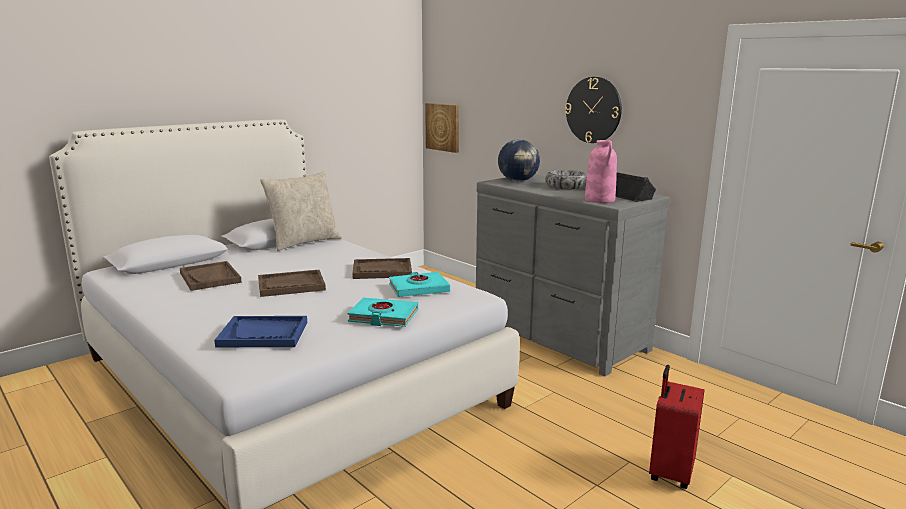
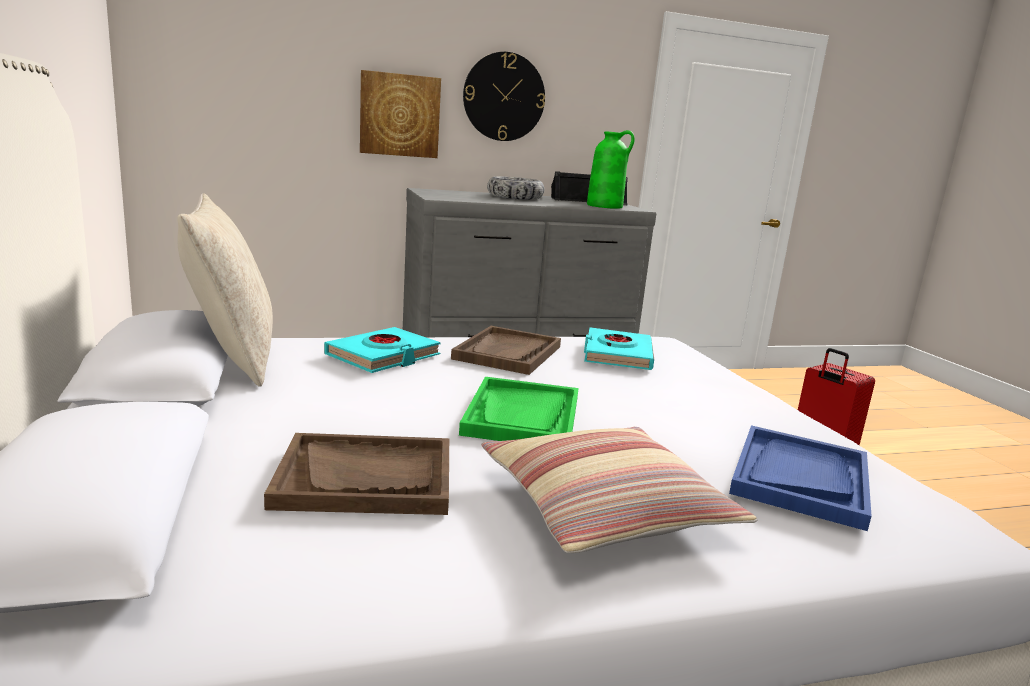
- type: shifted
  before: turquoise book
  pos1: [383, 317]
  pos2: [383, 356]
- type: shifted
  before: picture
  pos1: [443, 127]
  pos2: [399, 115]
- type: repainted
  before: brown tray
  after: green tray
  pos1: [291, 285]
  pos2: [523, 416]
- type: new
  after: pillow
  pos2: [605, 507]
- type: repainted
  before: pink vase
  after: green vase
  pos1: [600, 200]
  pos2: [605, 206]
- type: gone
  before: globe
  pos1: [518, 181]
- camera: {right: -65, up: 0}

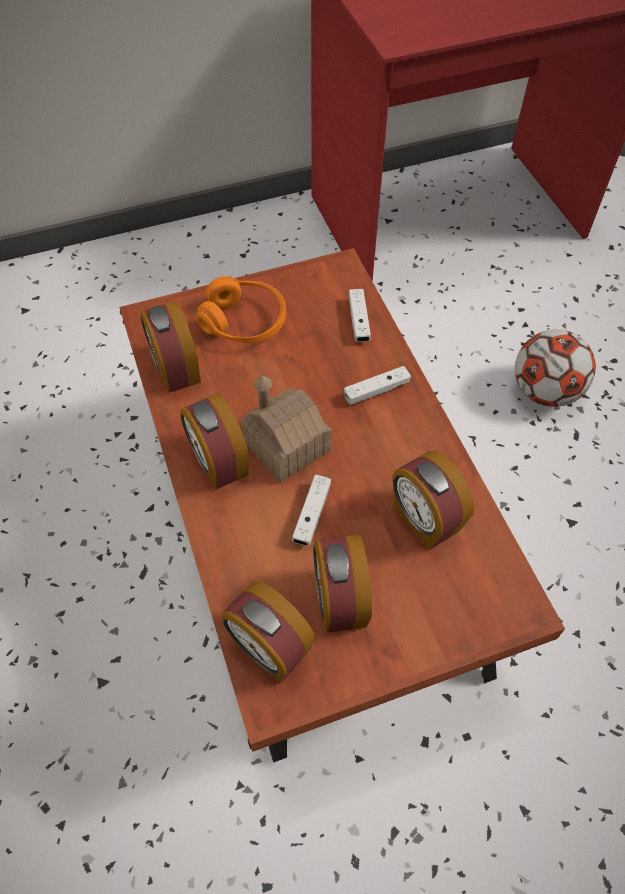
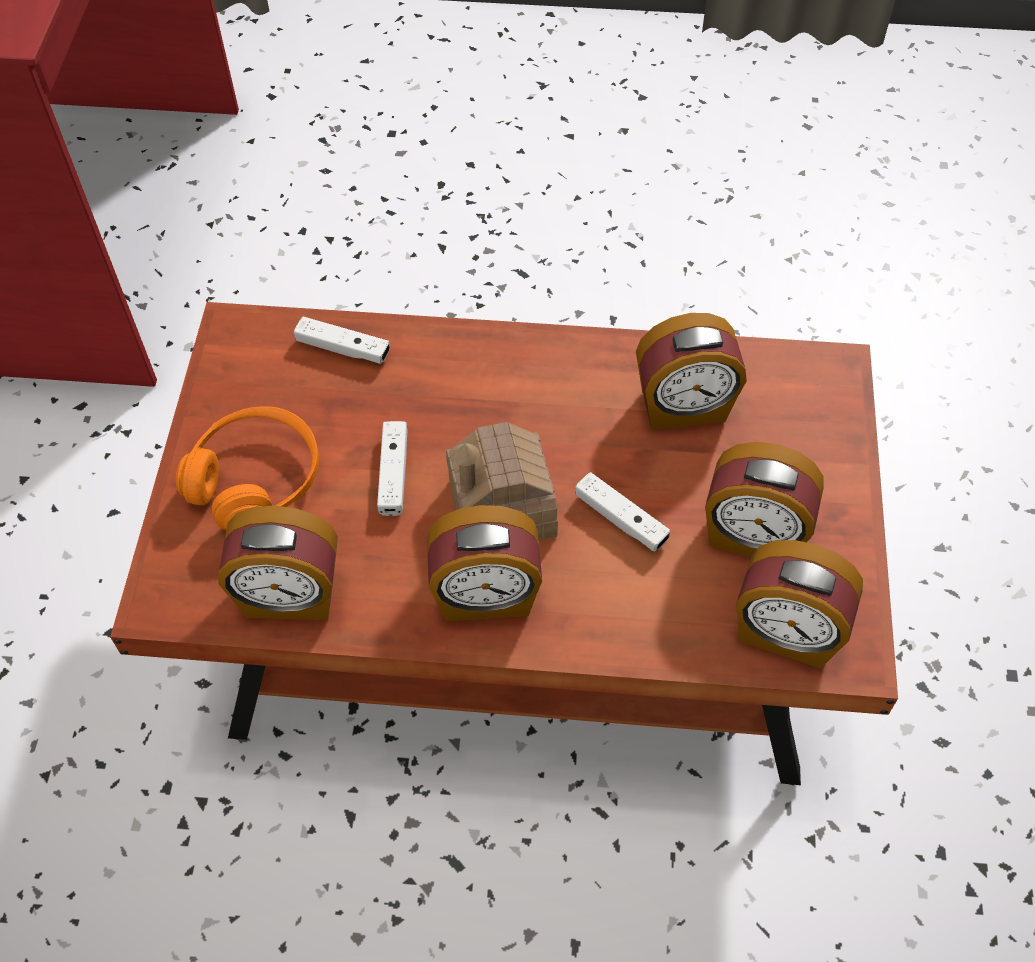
- type: shifted
  before: white game controller
  pos1: [376, 390]
  pos2: [393, 474]
- type: rotated
  before: alarm clock
  pos1: [269, 648]
  pos2: [785, 633]
  turn: 45
- type: gone
  before: football
  pos1: [545, 391]
- camera: {right: -65, up: 0}

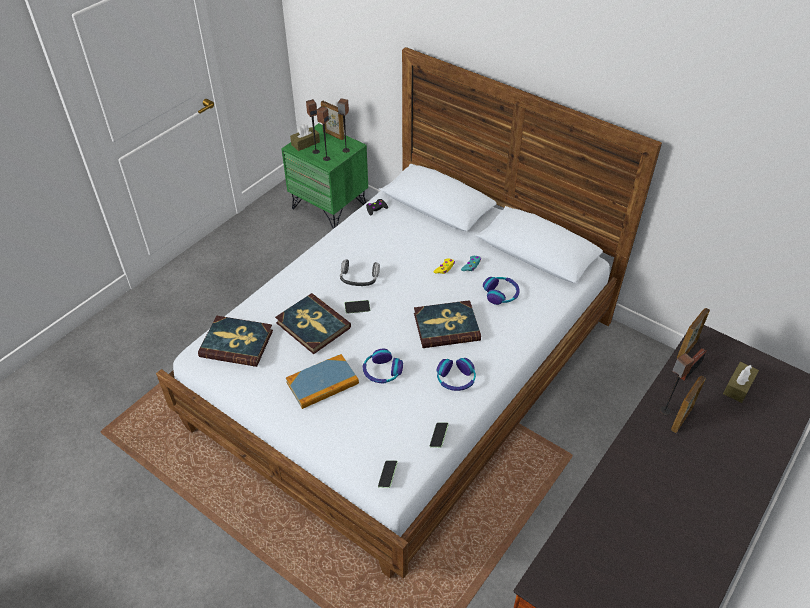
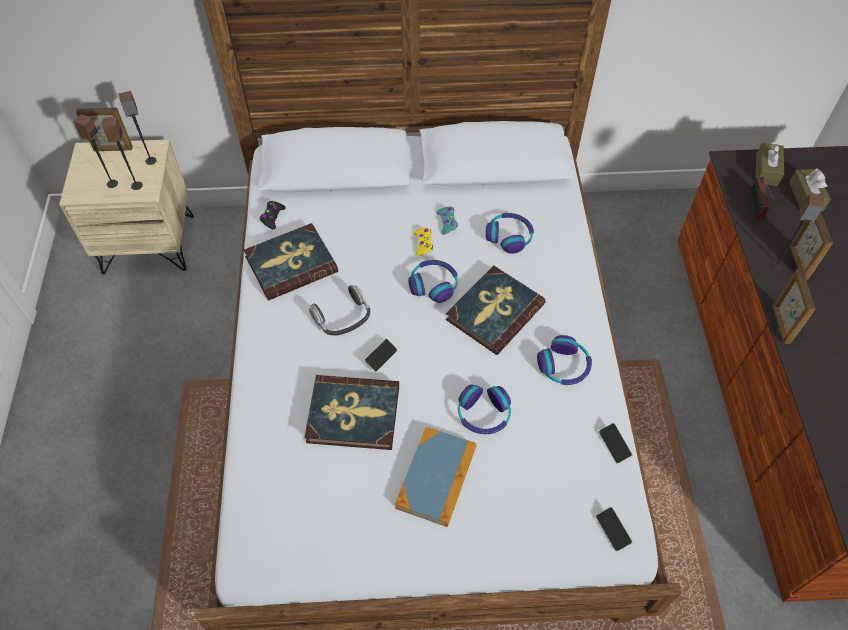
- type: repainted
  before: green nightstand
  after: beige nightstand
  pos1: [330, 207]
  pos2: [149, 243]
- type: shifted
  before: book
  pos1: [237, 343]
  pos2: [291, 264]
- type: new
  after: headphones
  pos2: [433, 284]
- type: shifted
  before: brown tissue box
  pos1: [305, 143]
  pos2: [766, 170]
- type: shifted
  before: picture frame
  pos1: [686, 350]
  pos2: [780, 324]
- camera: {right: -40, up: 10}

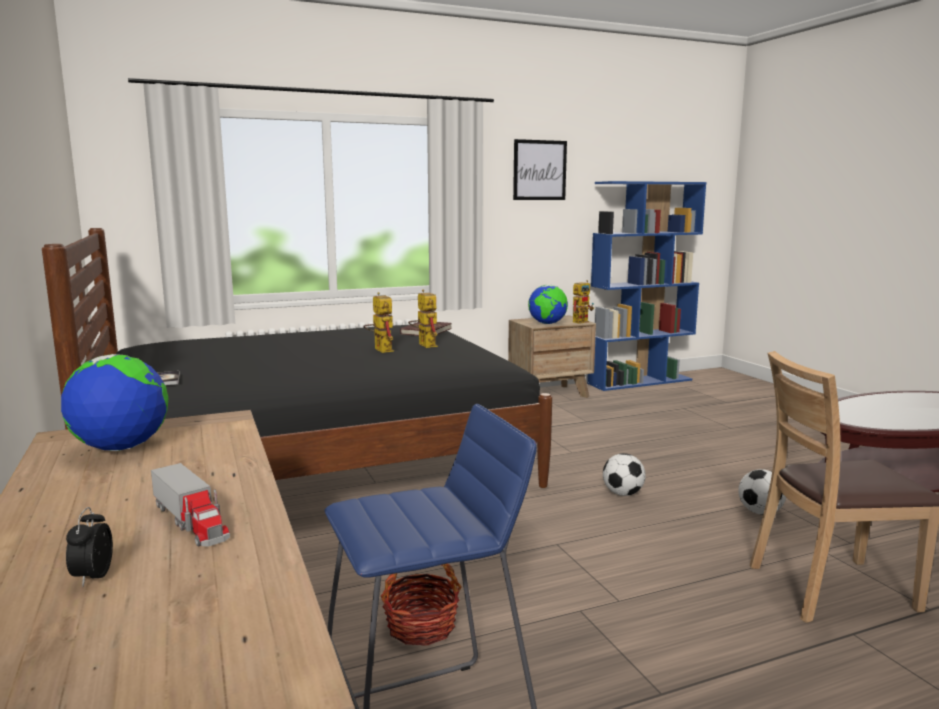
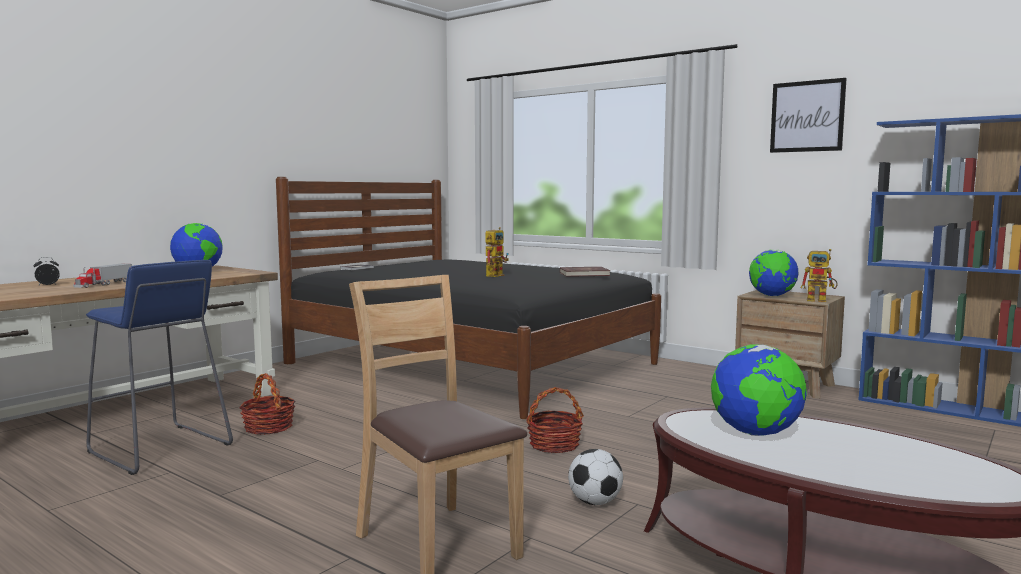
- type: swapped
  before: football
  after: basket
  pos1: [622, 494]
  pos2: [554, 445]
- type: new
  after: globe
  pos2: [755, 433]
- type: gone
  before: toy robot
  pos1: [424, 344]
- camera: {right: 60, up: -5}

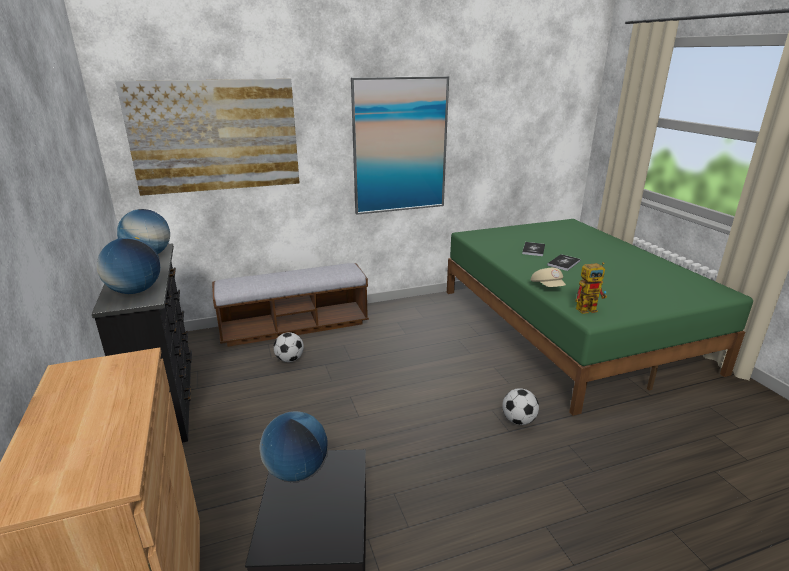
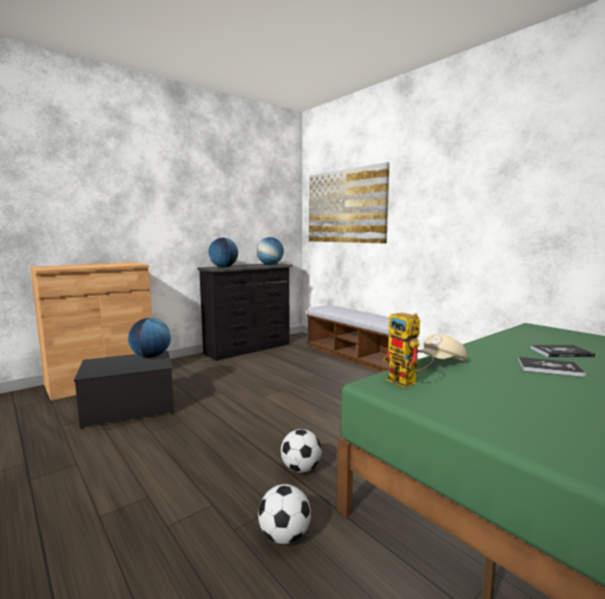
- type: shifted
  before: football
  pos1: [289, 359]
  pos2: [284, 536]
- type: gone
  before: picture
  pos1: [400, 146]
- camera: {right: 70, up: -15}

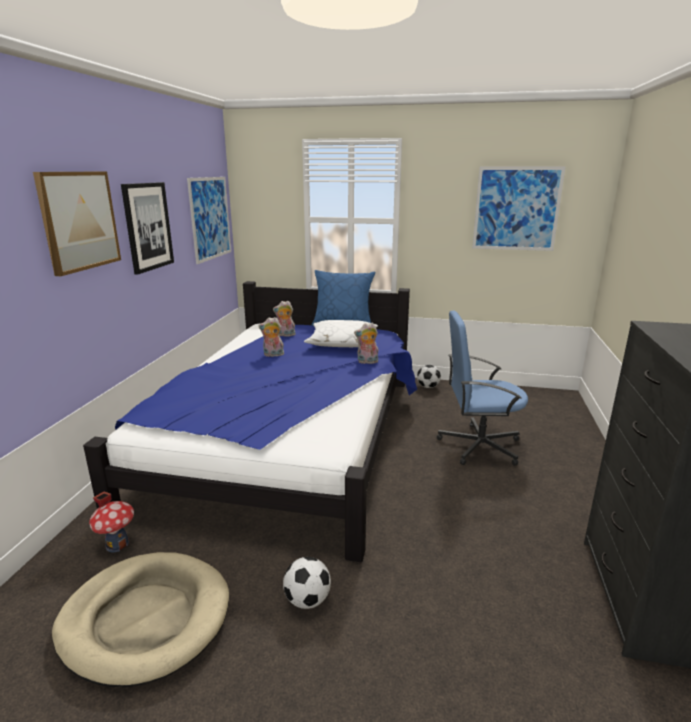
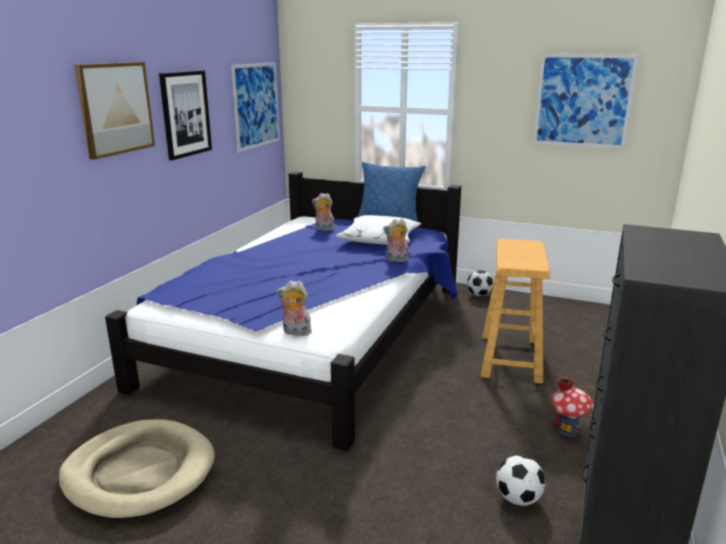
- type: shifted
  before: plush toy
  pos1: [273, 355]
  pos2: [295, 332]
- type: swapped
  before: blue office chair
  after: beige stool
  pos1: [478, 446]
  pos2: [510, 358]
- type: shifted
  before: football
  pos1: [307, 600]
  pos2: [518, 499]
- type: shifted
  before: toy house
  pos1: [117, 544]
  pos2: [568, 430]
- camera: {right: 10, up: 0}

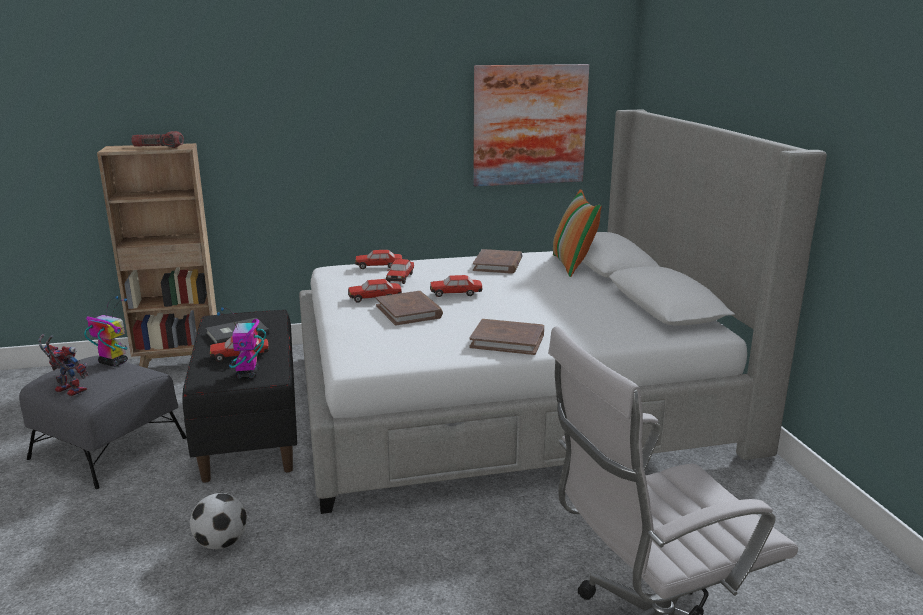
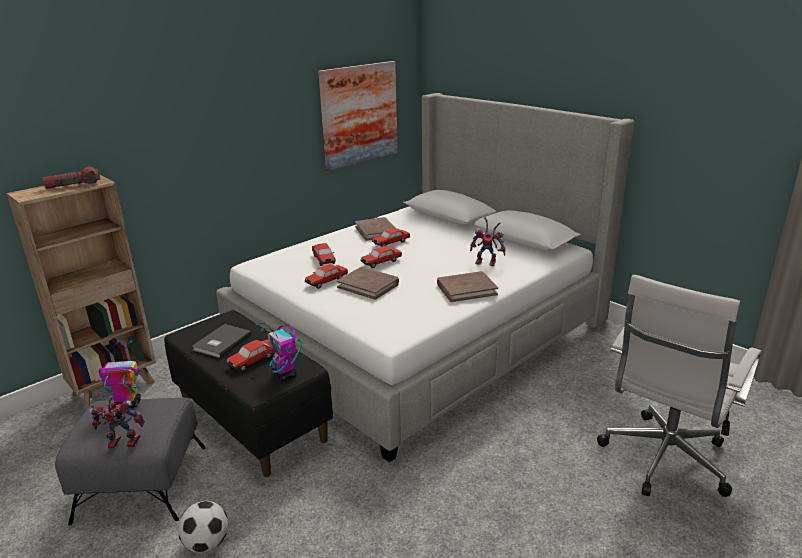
- type: shifted
  before: football
  pos1: [221, 543]
  pos2: [207, 543]
- type: shifted
  before: toy car
  pos1: [379, 266]
  pos2: [391, 243]
- type: new
  after: toy robot
  pos2: [488, 262]
- type: gone
  before: pillow
  pos1: [573, 265]
- camera: {right: -30, up: 5}

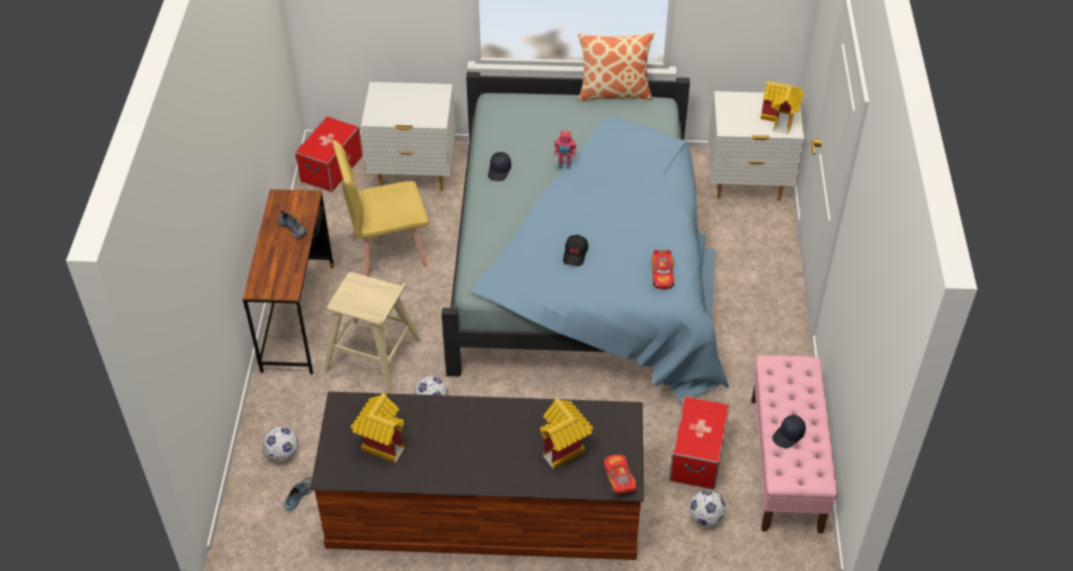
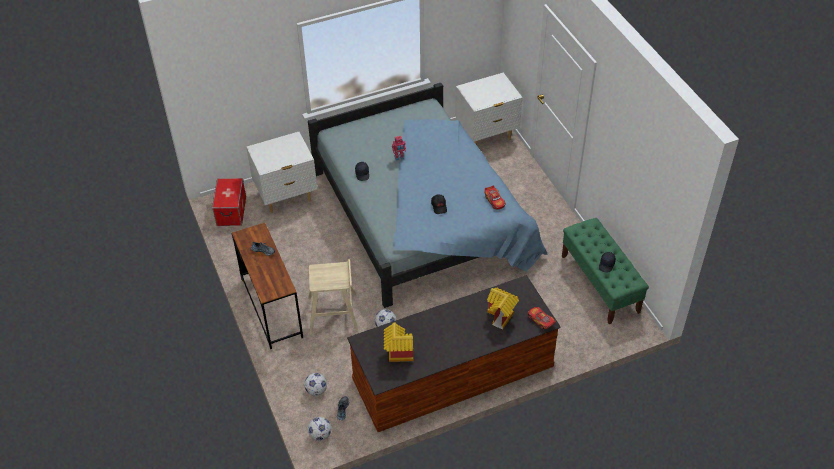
- type: shifted
  before: football
  pos1: [705, 518]
  pos2: [320, 435]
- type: repainted
  before: pink bench
  after: green bench
  pos1: [785, 464]
  pos2: [600, 284]
- type: gone
  before: yellow chair
  pos1: [388, 251]
- type: gone
  before: pillow
  pos1: [614, 92]
- type: gone
  before: storage box
  pos1: [697, 456]
- type: gone
  before: toy house
  pos1: [780, 120]
- camera: {right: -25, up: 0}

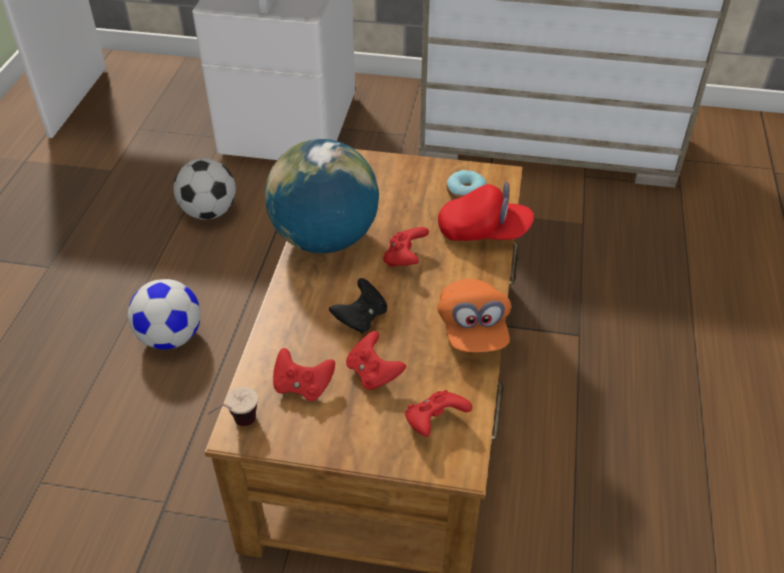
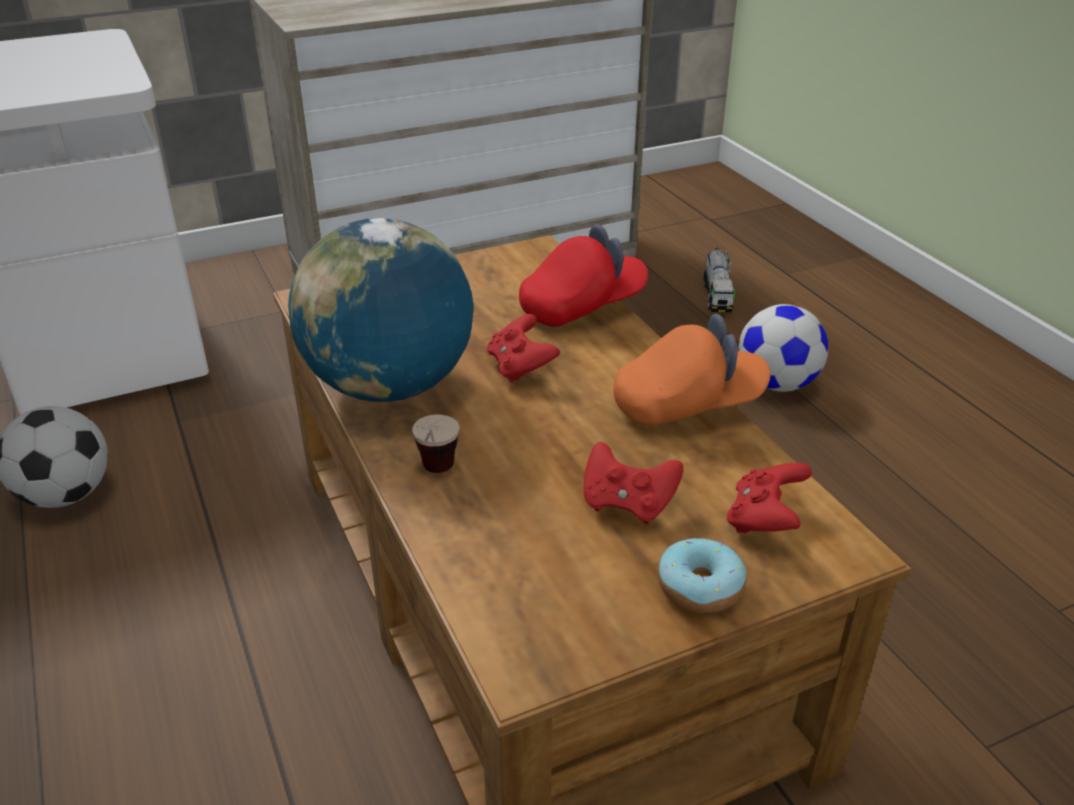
- type: shifted
  before: cup
  pos1: [236, 426]
  pos2: [436, 476]
- type: rotated
  before: orange cap
  pos1: [473, 330]
  pos2: [688, 405]
  turn: -60
- type: shifted
  before: donut
  pos1: [466, 192]
  pos2: [700, 587]
- type: new
  after: toy truck
  pos2: [717, 295]
- type: shifted
  before: football
  pos1: [171, 337]
  pos2: [777, 383]
- type: gone
  before: red game controller
  pos1: [303, 386]
- type: gone
  before: black game controller
  pos1: [361, 318]
- camera: {right: -35, up: -10}

